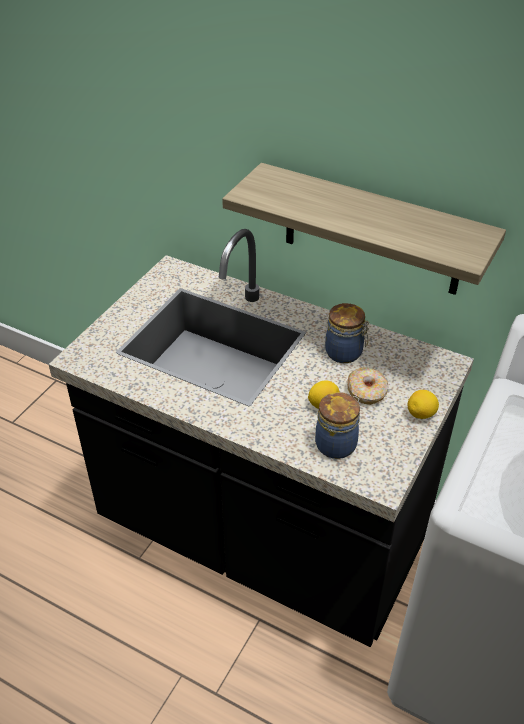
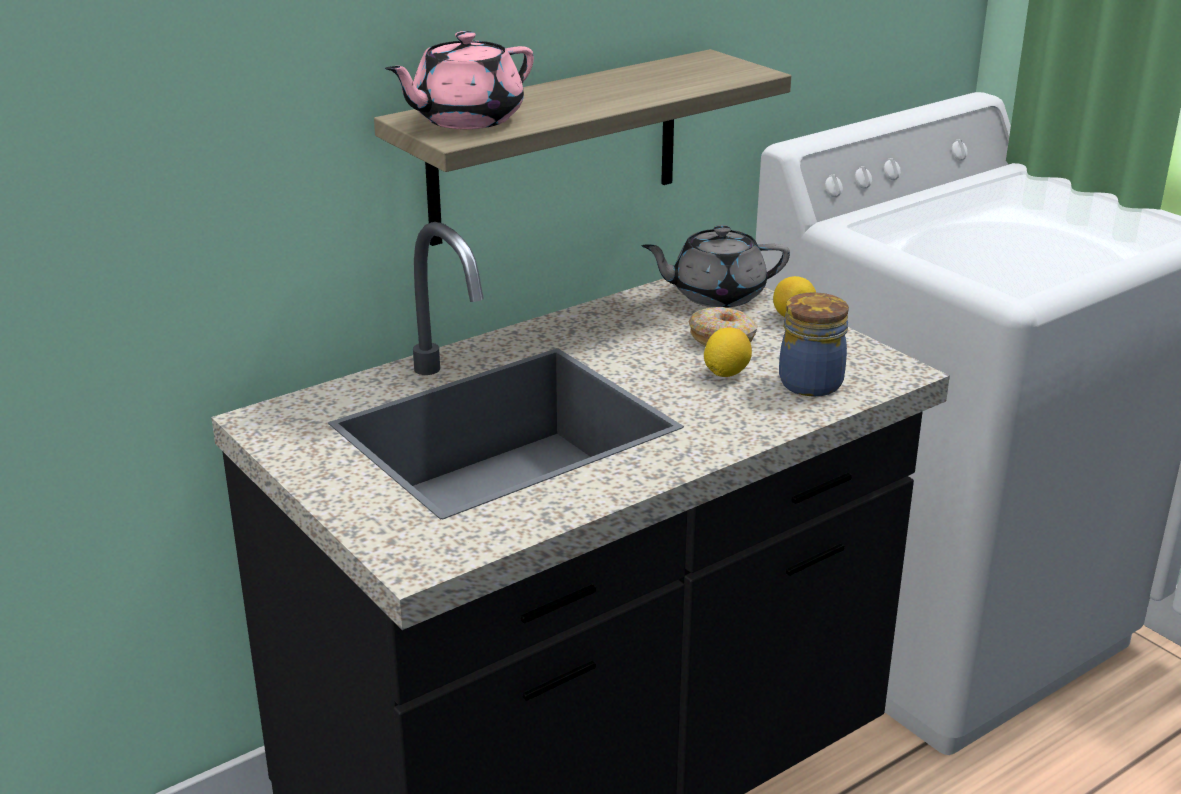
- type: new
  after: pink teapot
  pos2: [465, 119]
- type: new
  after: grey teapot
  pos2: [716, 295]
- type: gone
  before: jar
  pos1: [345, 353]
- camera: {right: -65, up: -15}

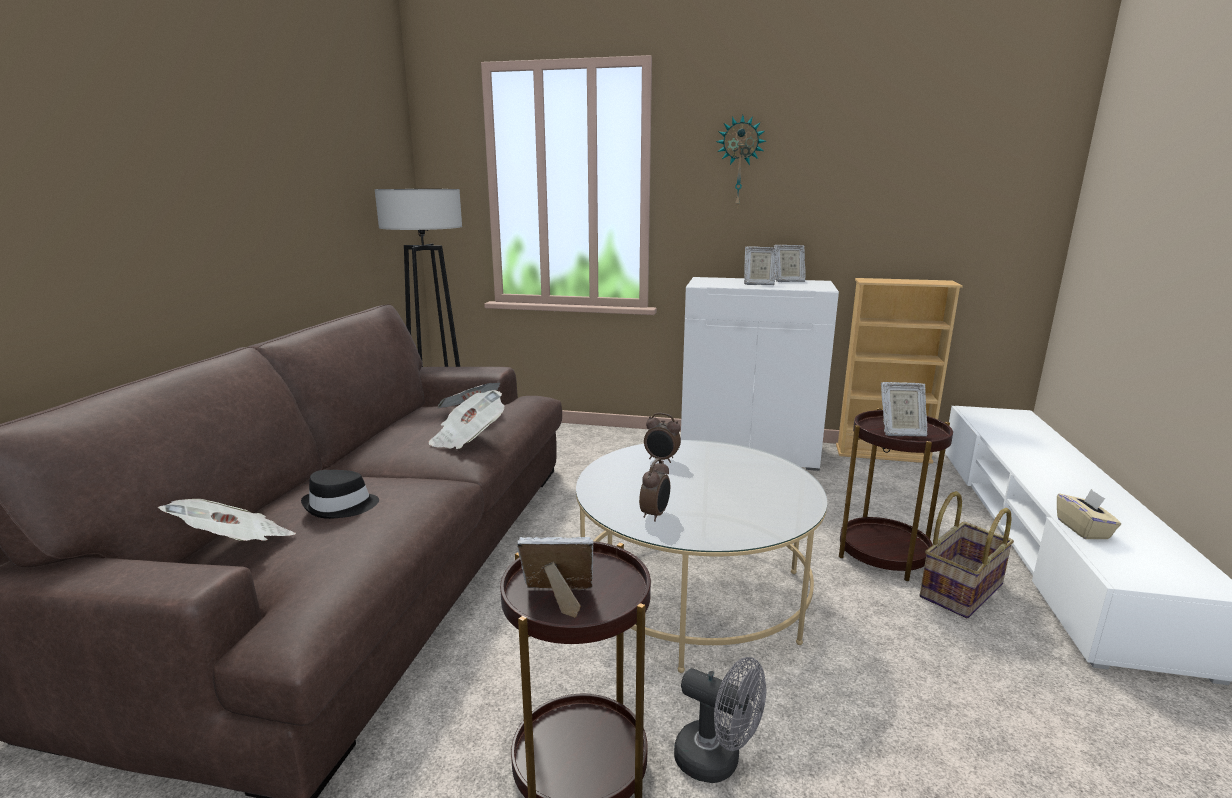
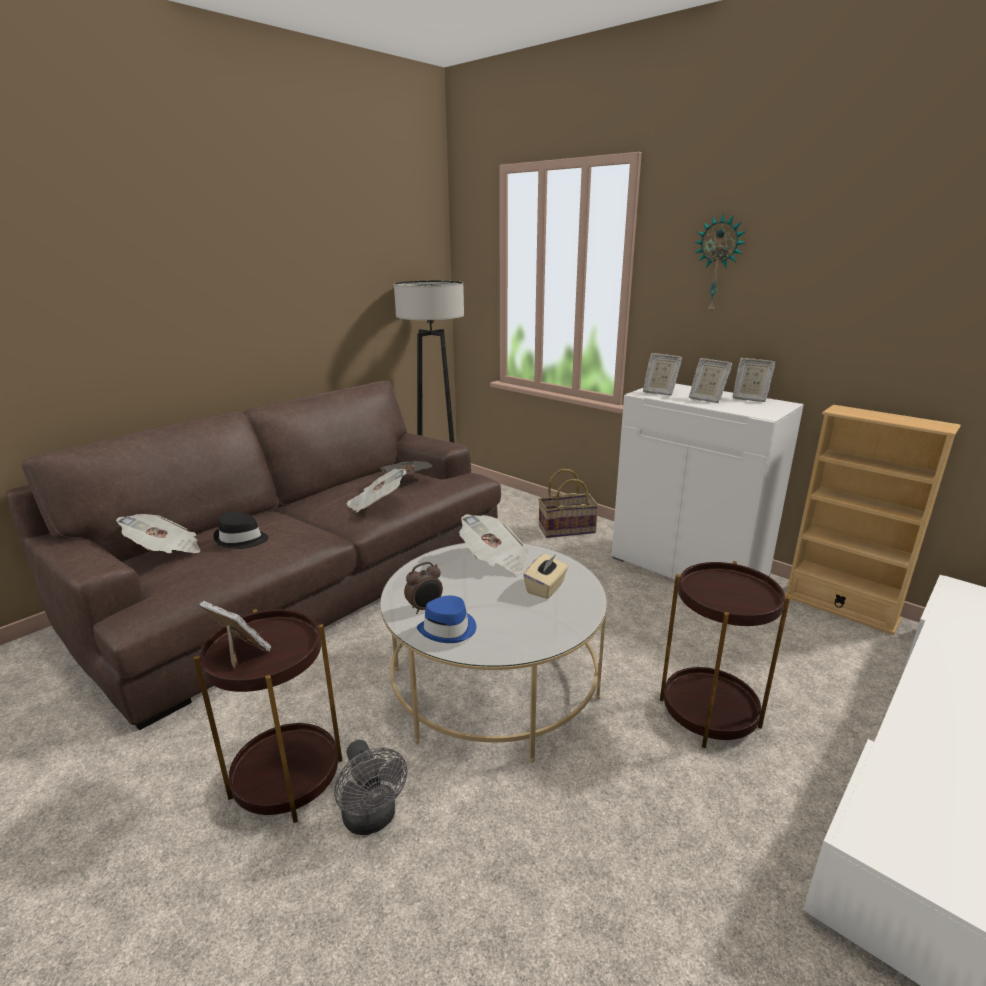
- type: new
  after: blue hat
  pos2: [448, 629]
- type: swapped
  before: alarm clock
  after: newspaper
  pos1: [661, 460]
  pos2: [495, 560]
- type: shifted
  before: beige tissue box
  pos1: [1083, 529]
  pos2: [546, 588]
- type: shifted
  before: basket
  pos1: [960, 590]
  pos2: [566, 529]
- type: shifted
  before: picture frame
  pos1: [900, 432]
  pos2: [659, 392]
- camera: {right: 30, up: 5}

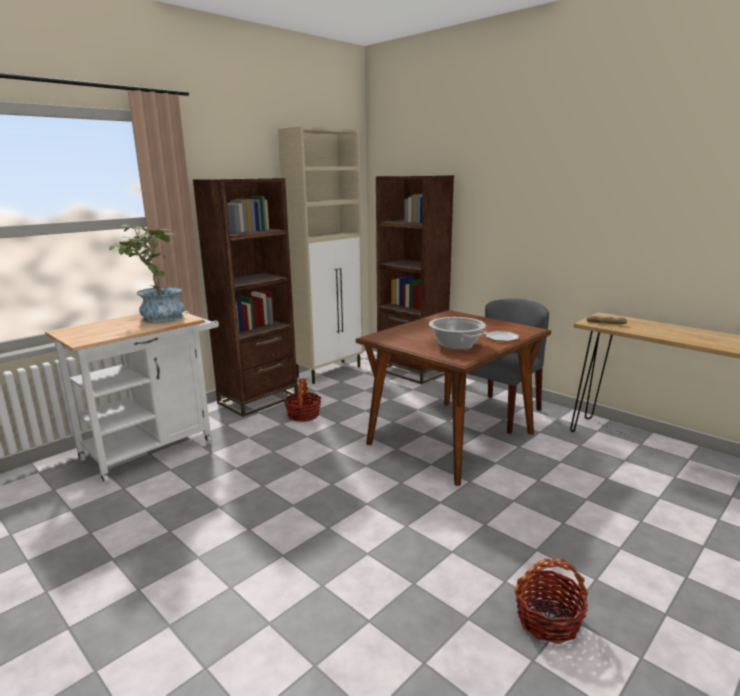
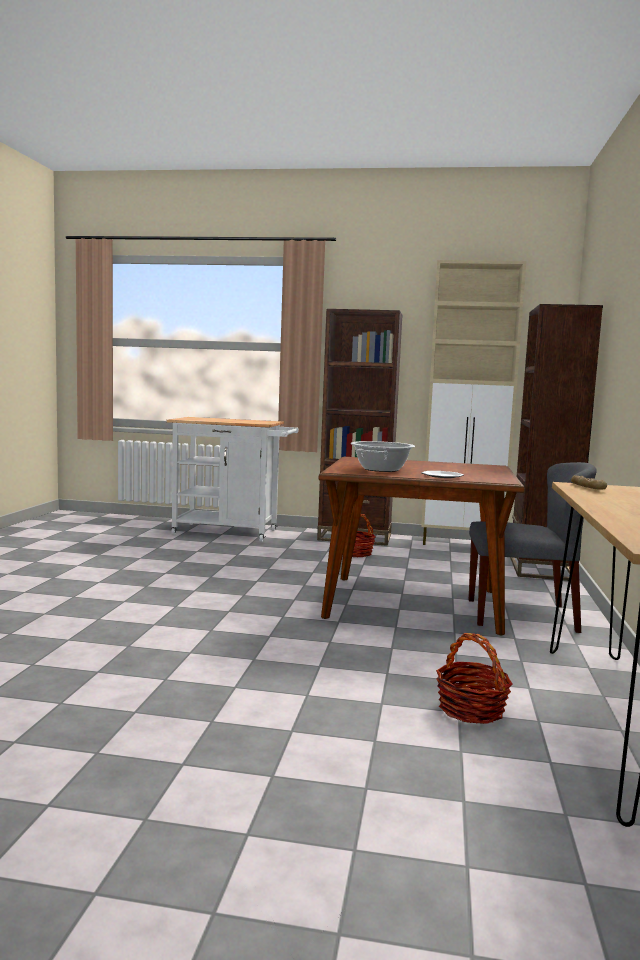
- type: shifted
  before: basket
  pos1: [548, 620]
  pos2: [471, 709]
- type: gone
  before: potted plant
  pos1: [156, 317]
- camera: {right: 55, up: -10}

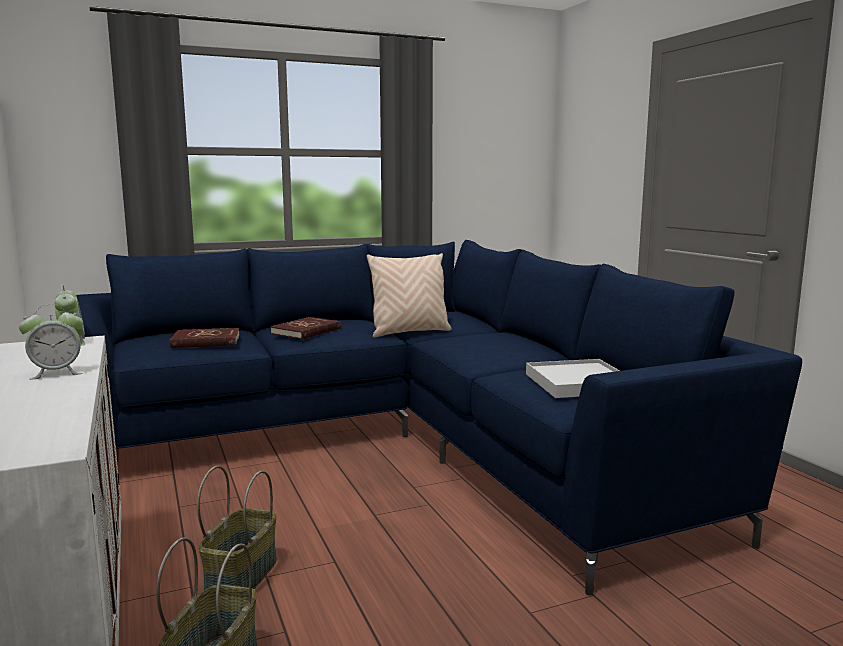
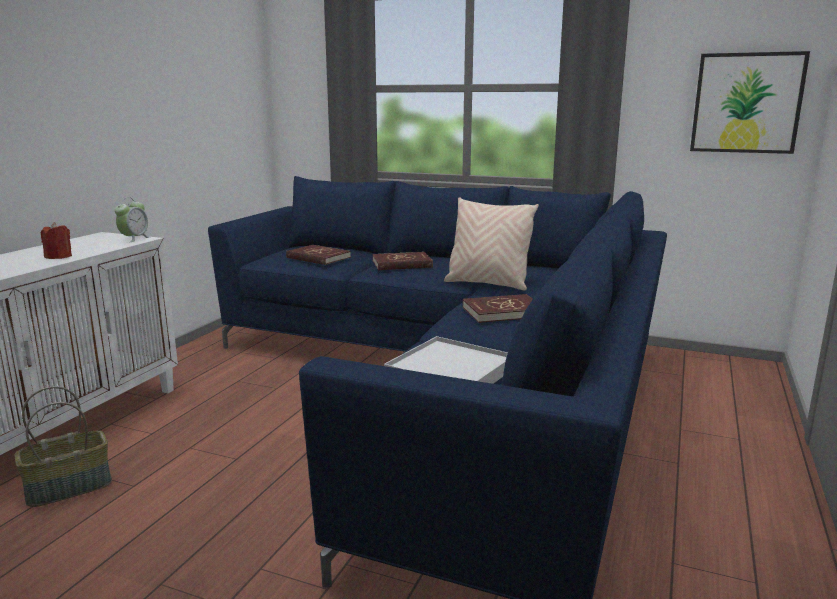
- type: swapped
  before: alarm clock
  after: red candle
  pos1: [56, 373]
  pos2: [59, 257]
- type: new
  after: red book
  pos2: [503, 312]
- type: new
  after: picture
  pos2: [746, 103]
- type: gone
  before: basket
  pos1: [241, 576]
- camera: {right: 45, up: 5}

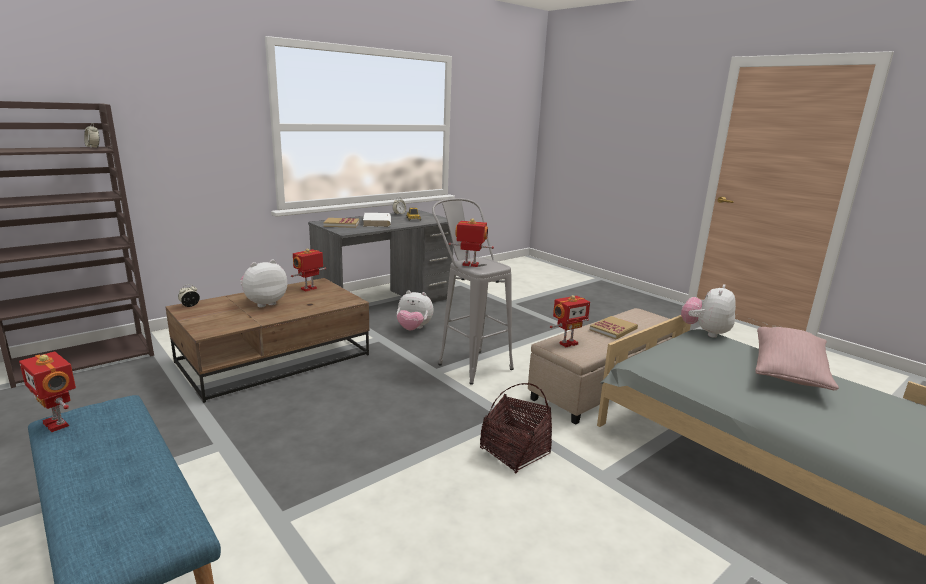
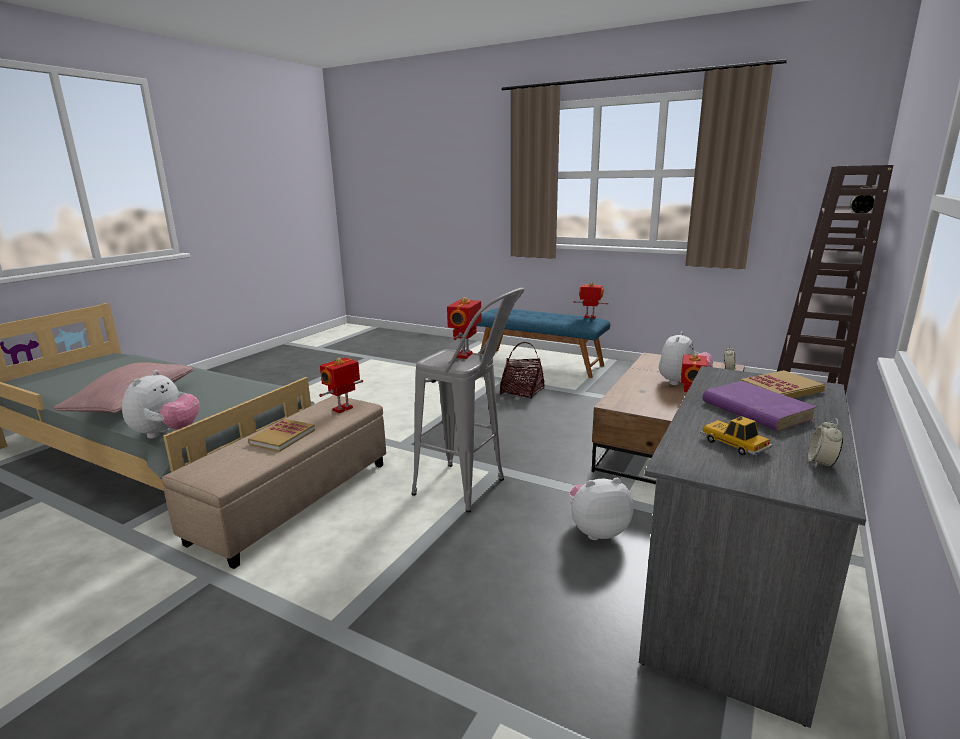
- type: rotated
  before: toy robot
  pos1: [470, 265]
  pos2: [465, 355]
  turn: 120
- type: shifted
  before: basket
  pos1: [514, 451]
  pos2: [522, 391]
- type: repainted
  before: white book
  after: purple book
  pos1: [377, 222]
  pos2: [755, 410]
- camera: {right: 160, up: 0}

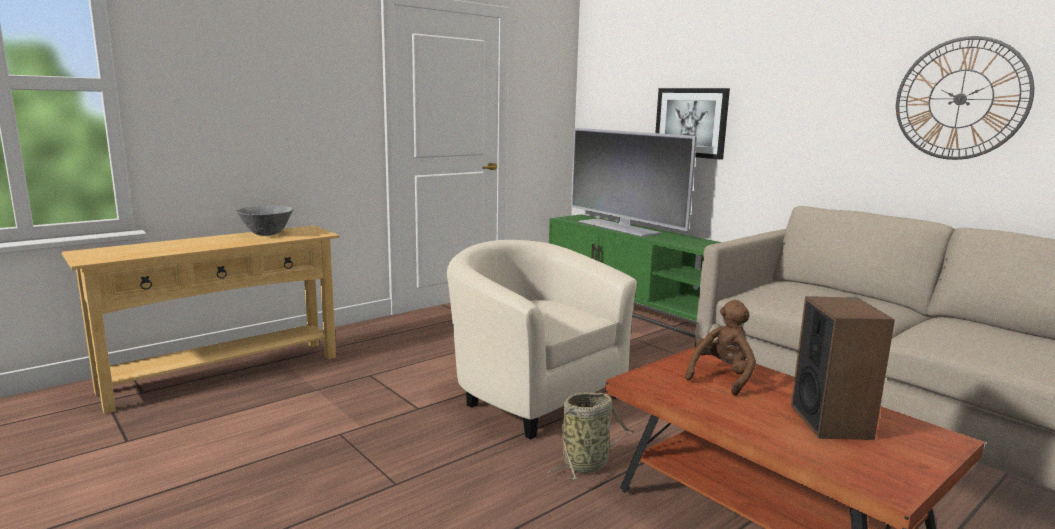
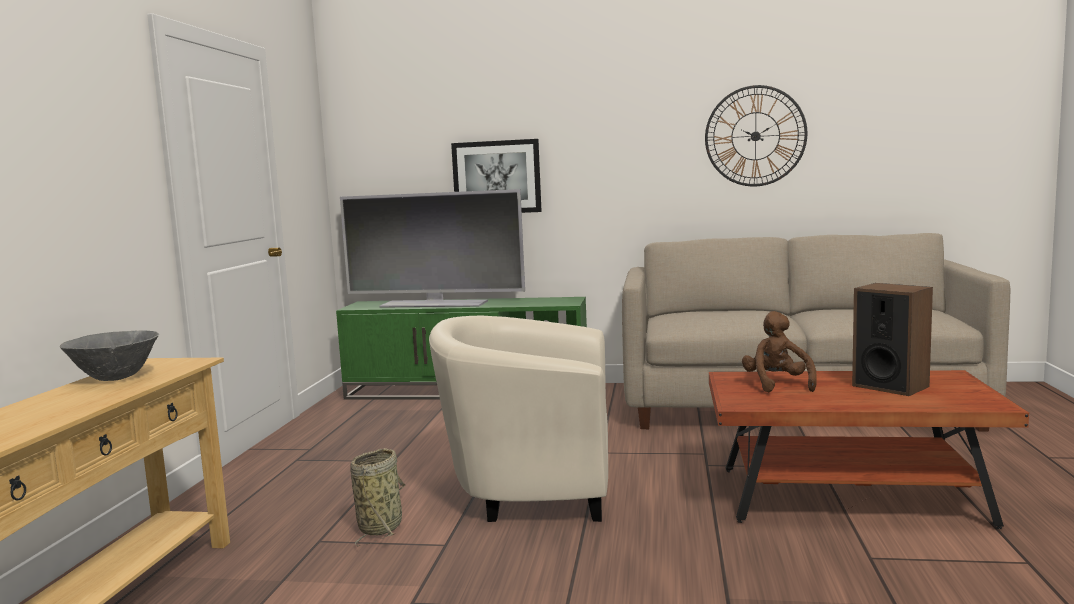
- type: shifted
  before: basket
  pos1: [587, 463]
  pos2: [381, 526]
- camera: {right: -40, up: -5}

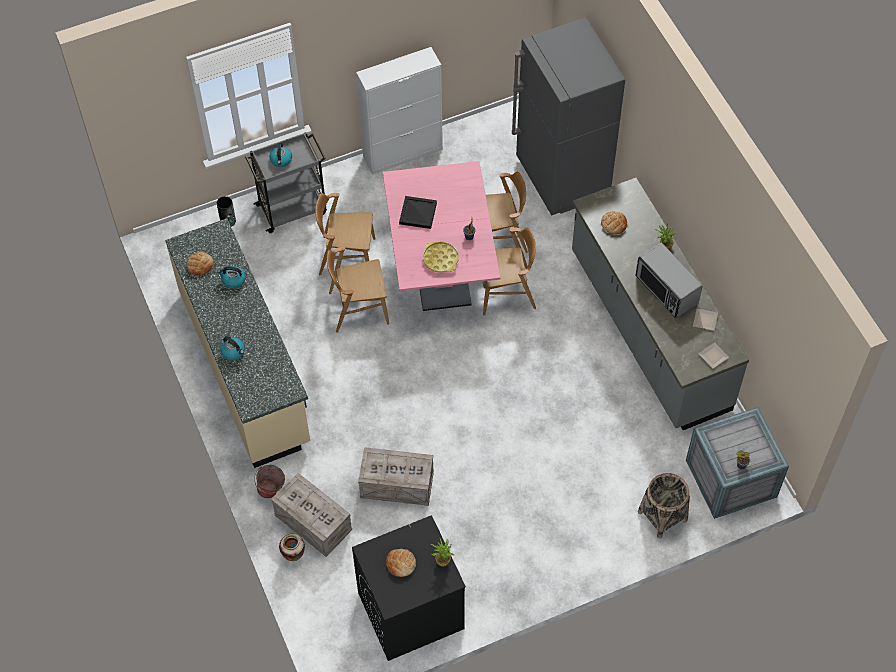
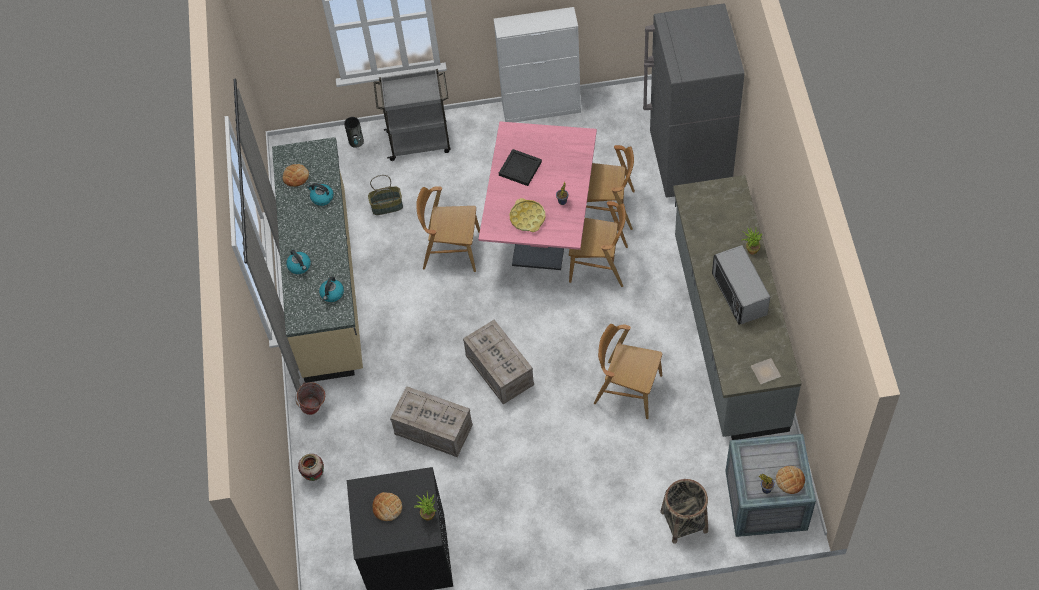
- type: shifted
  before: kettle
  pos1: [281, 160]
  pos2: [332, 294]
- type: new
  after: basket
  pos2: [387, 206]
- type: shifted
  before: crate
  pos1: [312, 522]
  pos2: [498, 369]
- type: shifted
  before: brown chair
  pos1: [347, 256]
  pos2: [627, 389]
- type: shifted
  before: bread
  pos1: [614, 224]
  pos2: [790, 480]
- type: gone
  before: plate
  pos1: [704, 319]
- camera: {right: 20, up: 0}

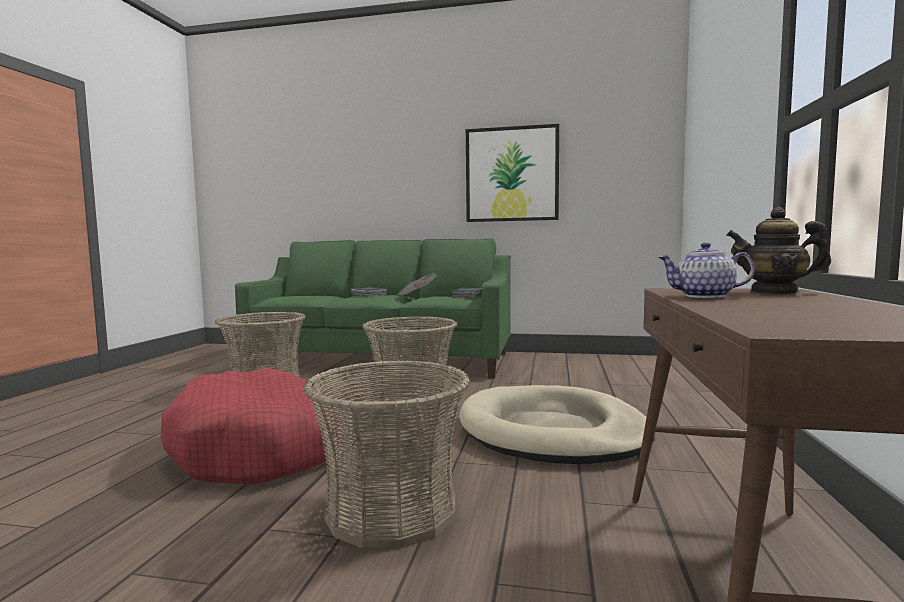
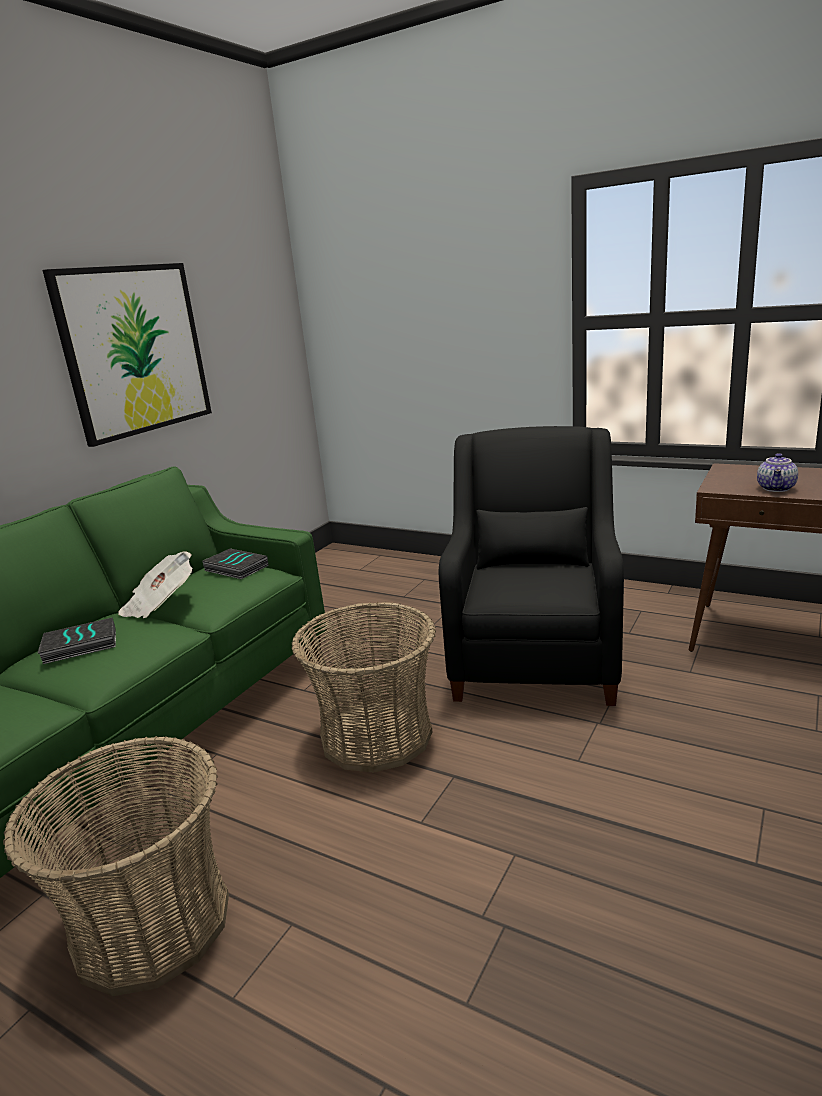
- type: swapped
  before: beige dog bed
  after: black armchair
  pos1: [552, 432]
  pos2: [535, 656]
- type: gone
  before: red dog bed
  pos1: [259, 448]
- type: gone
  before: basket
  pos1: [392, 511]
- type: gone
  before: teapot
  pos1: [774, 292]
- camera: {right: -70, up: 15}

